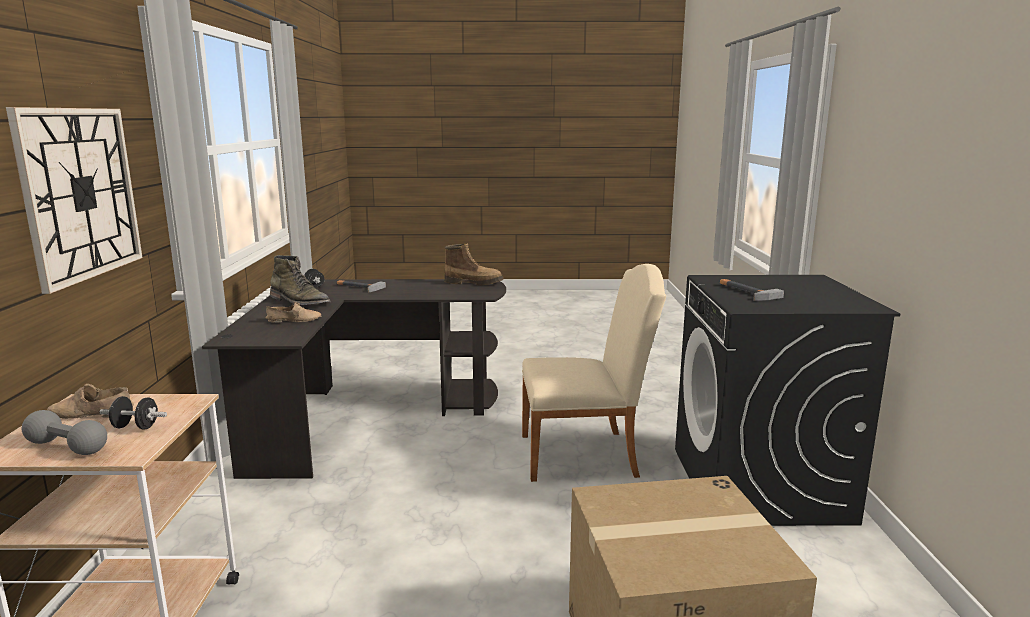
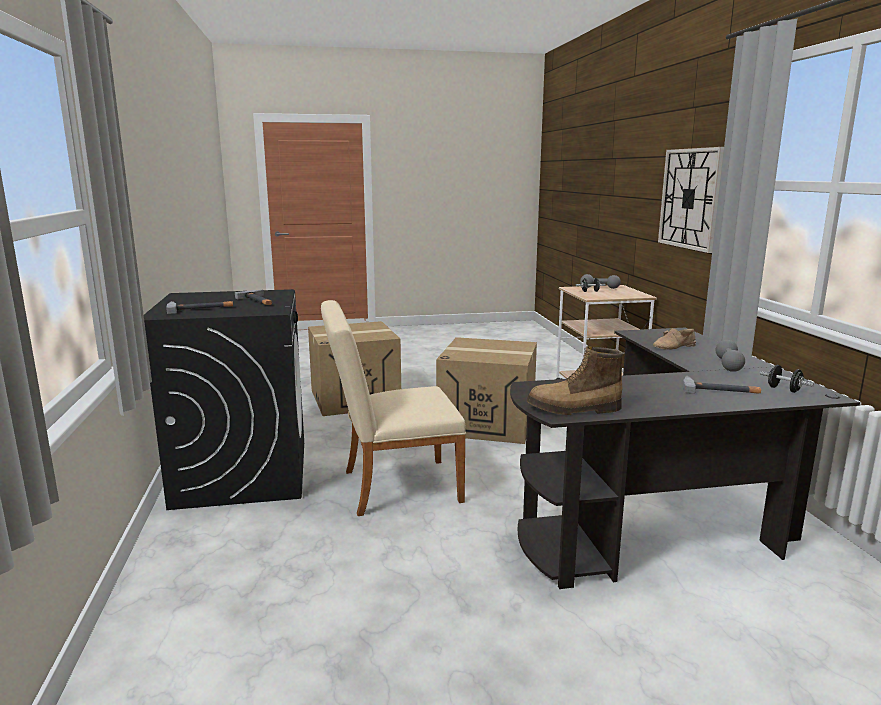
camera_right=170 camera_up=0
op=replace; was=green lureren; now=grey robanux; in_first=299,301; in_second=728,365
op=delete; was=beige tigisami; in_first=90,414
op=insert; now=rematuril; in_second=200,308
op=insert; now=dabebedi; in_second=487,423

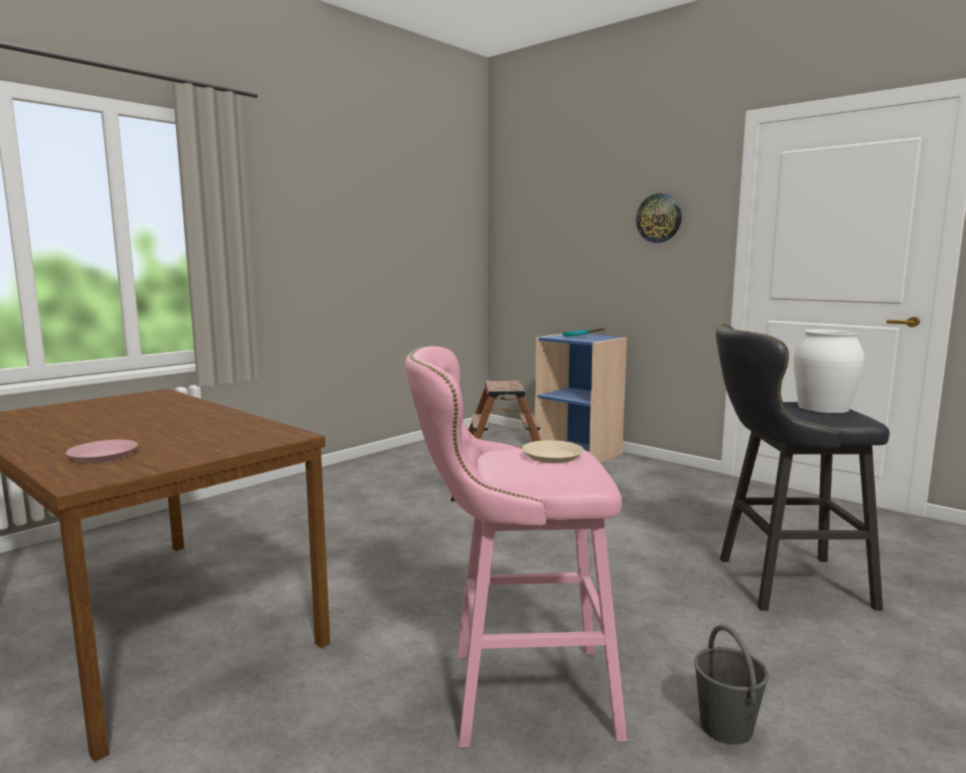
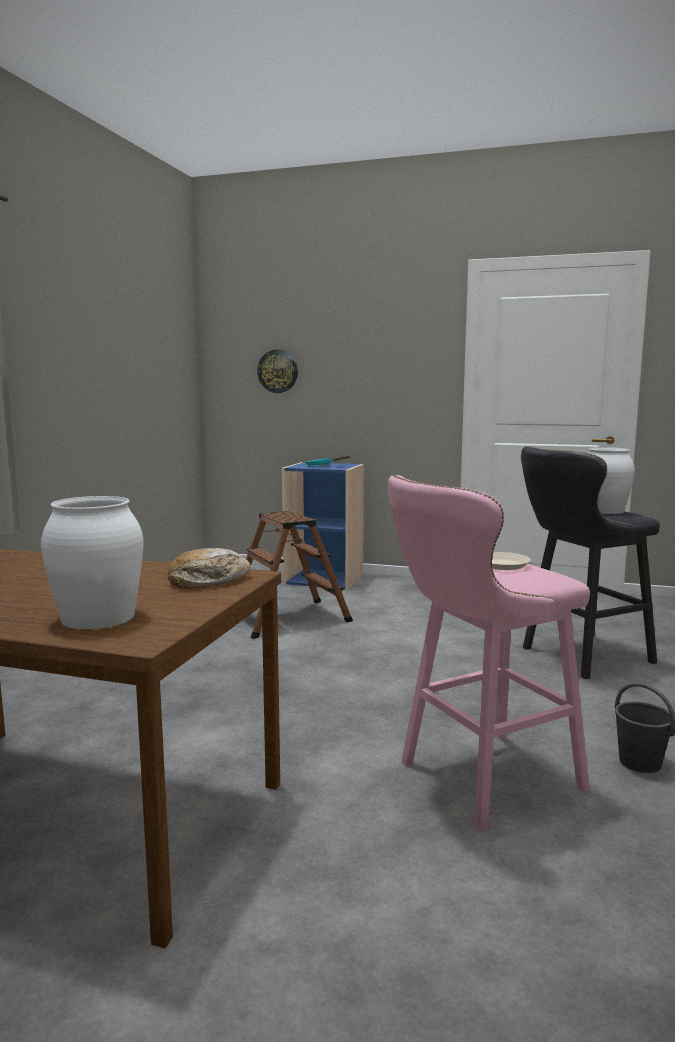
camera_right=-25 camera_up=0
op=move; was=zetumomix; in_first=659,218; in_second=278,371
op=replace; was=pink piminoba; now=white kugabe; in_first=102,456; in_second=97,617
op=insert; now=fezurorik; in_second=208,581

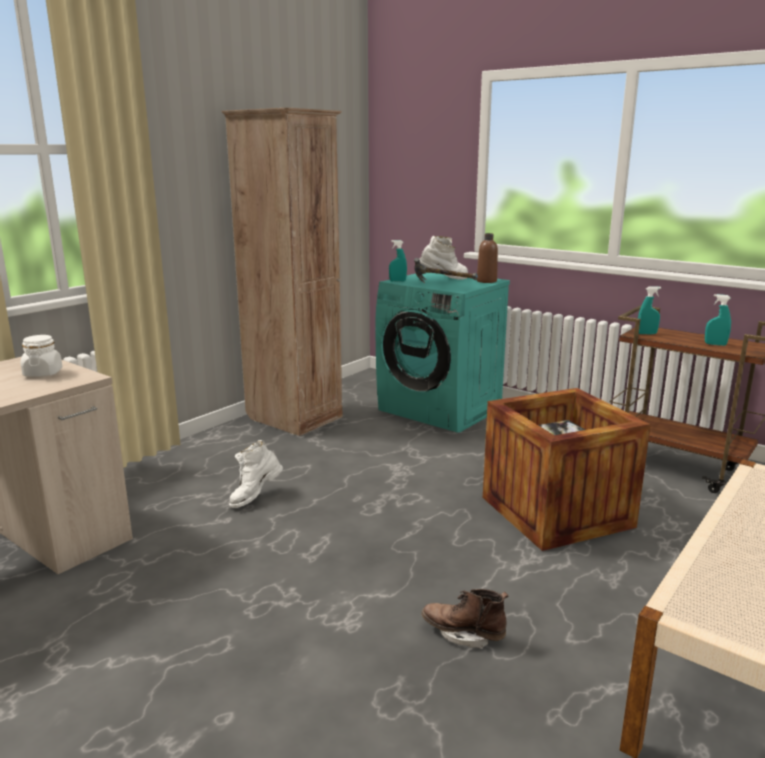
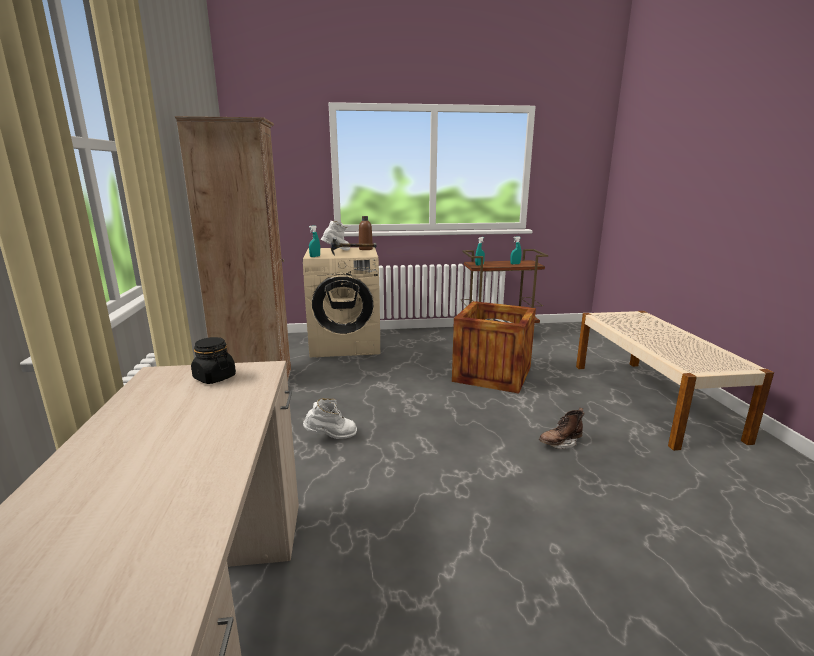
camera_right=-45 camera_up=0
op=recolor; was=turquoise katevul; now=beige katevul; in_first=440,412; in_second=345,347
op=recolor; was=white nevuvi; now=black nevuvi; in_first=43,373; in_second=214,377
op=rotate; was=white lureren; in_first=255,497; in_second=331,437; clockwise=-105

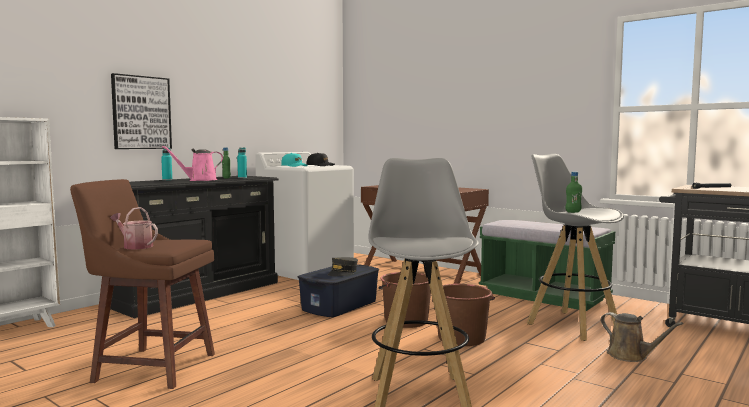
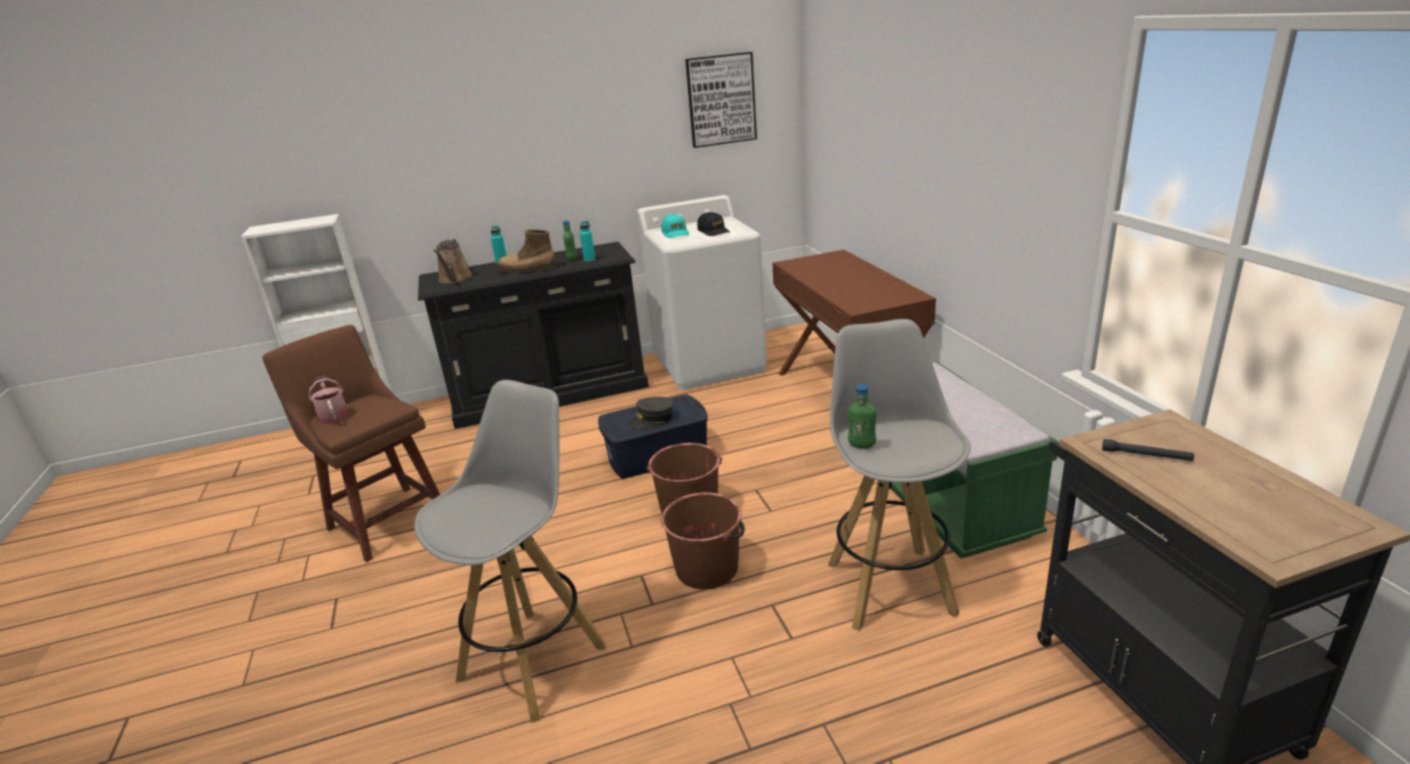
camera_right=35 camera_up=20
op=move; was=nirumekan; in_first=141,112; in_second=721,100
op=replace; was=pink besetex; now=lureren; in_first=200,180; in_second=527,270
op=move; was=brown besetex; in_first=630,356; in_second=455,279

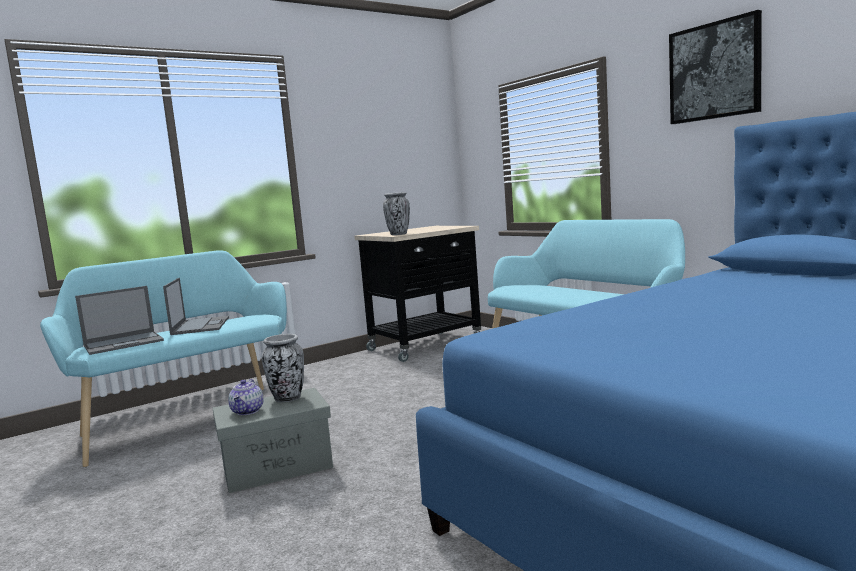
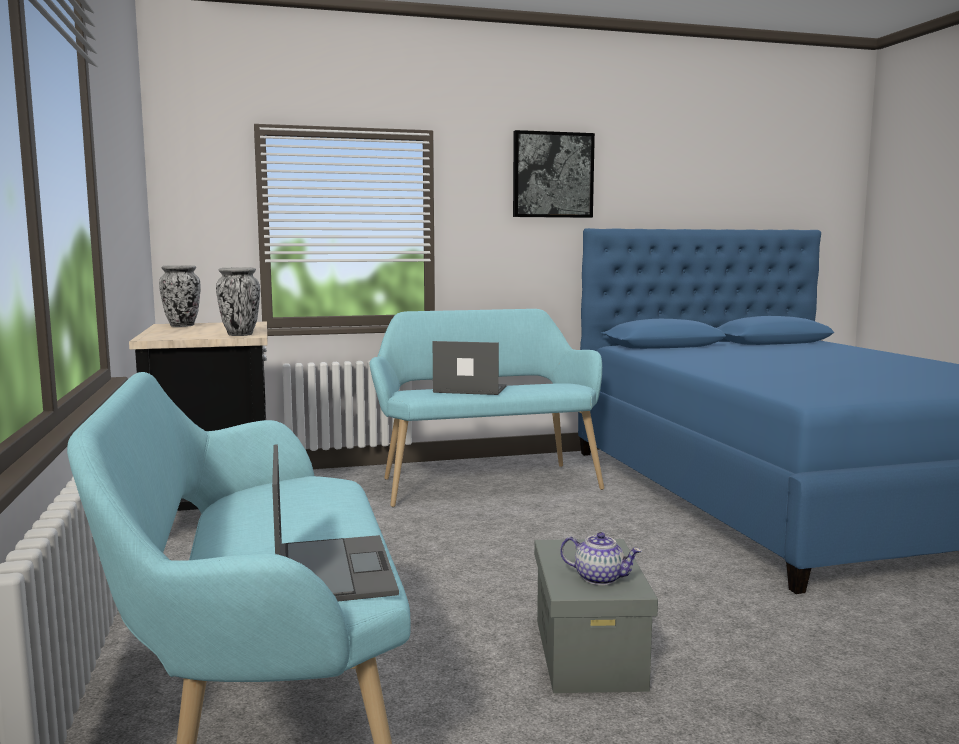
camera_right=-70 camera_up=0
op=move; was=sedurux; in_first=200,325; in_second=469,389
op=move; was=kugabe; in_first=287,398; in_second=182,325

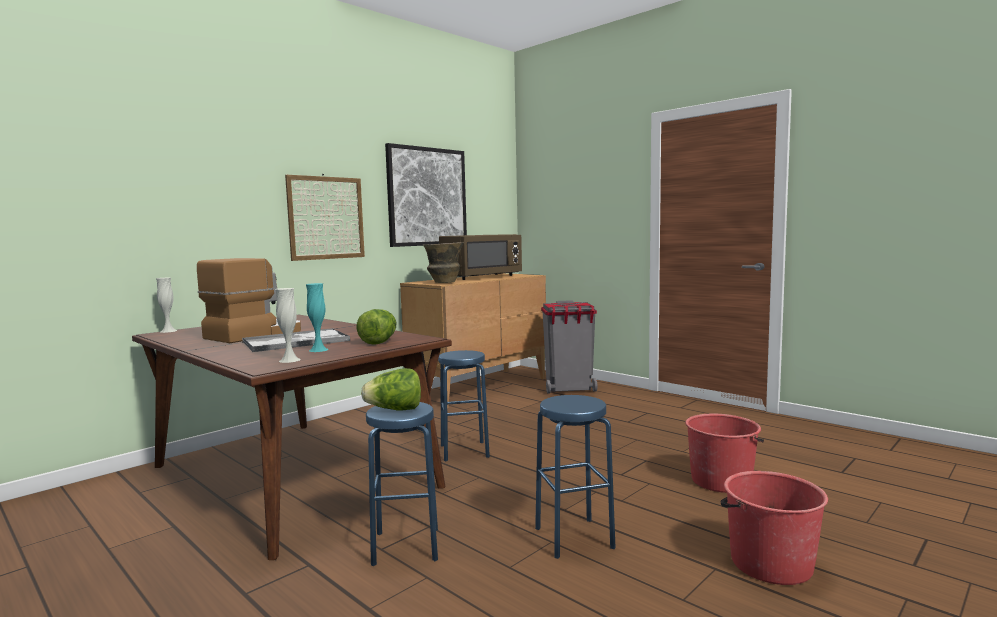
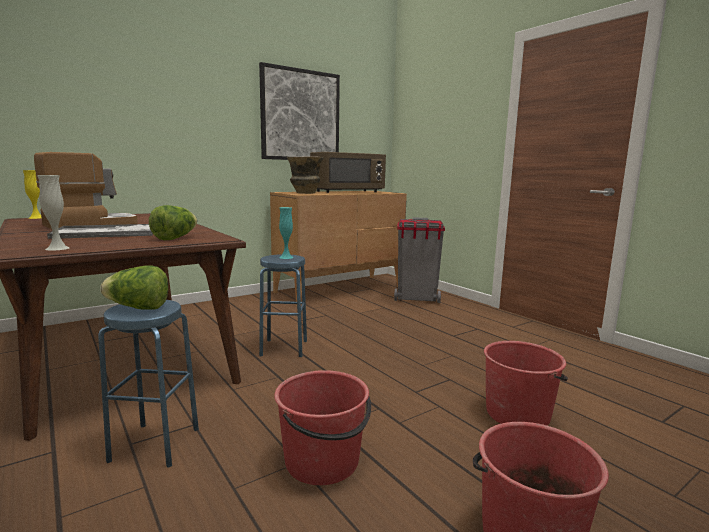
camera_right=10 camera_up=5
op=delete; was=nirumekan; in_first=326,216
op=recolor; was=white kugabe; now=yellow kugabe; in_first=168,331; in_second=36,217
op=move; was=turquoise kugabe; in_first=318,350; in_second=286,257
op=replace; was=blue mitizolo; now=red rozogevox; in_first=574,538; in_second=323,461

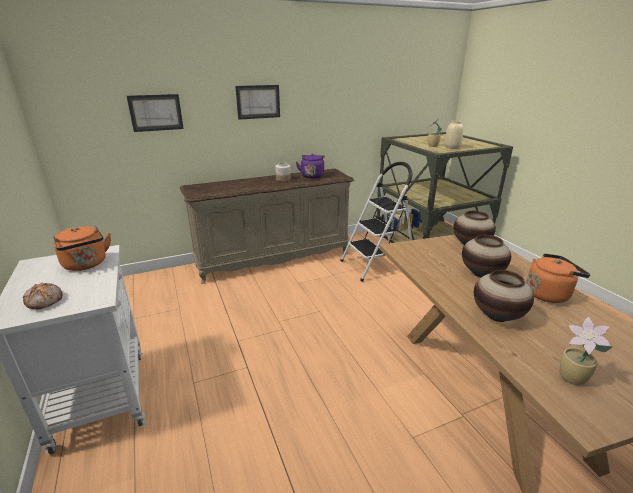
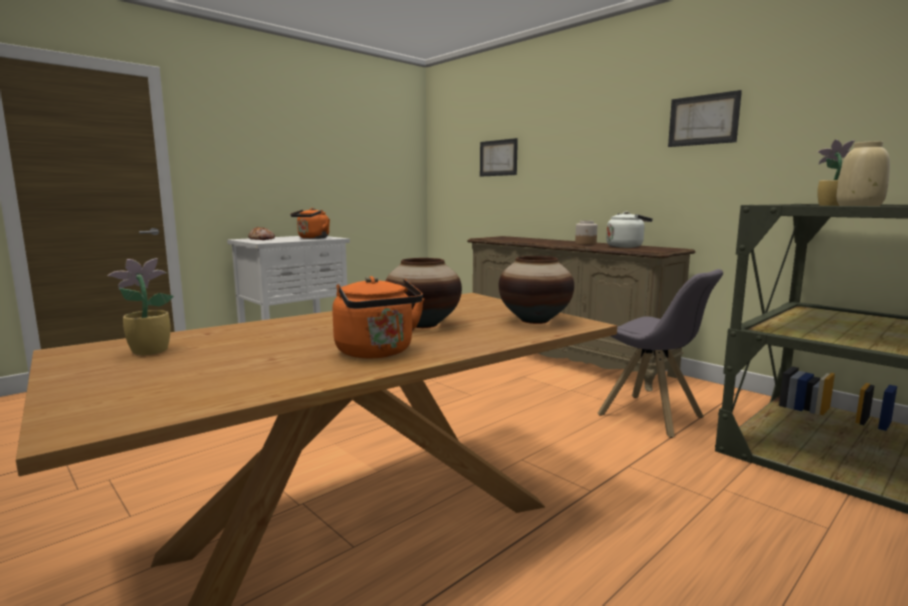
camera_right=70 camera_up=-15
op=move; was=nirumekan; in_first=258,102; in_second=703,120
op=recolor; was=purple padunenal; now=white padunenal; in_first=312,176; in_second=626,246
op=replace; was=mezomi; now=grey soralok; in_first=379,265; in_second=651,415
op=delete; was=kugabe; in_first=497,315

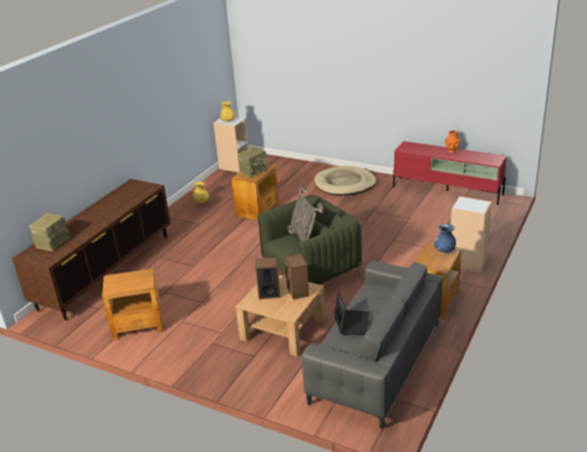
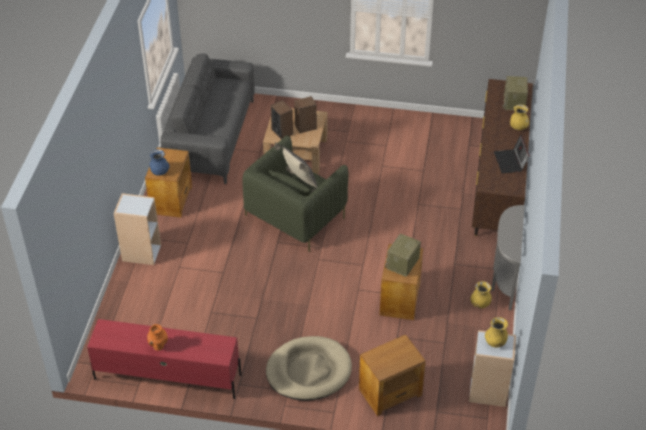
camera_right=160 camera_up=15
op=move; was=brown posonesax; in_first=137,325; in_second=391,392
op=move; was=sedurux; in_first=351,323; in_second=510,162
op=insert; now=yellow kugabe; in_second=518,127
op=insert; now=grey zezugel; in_second=503,281

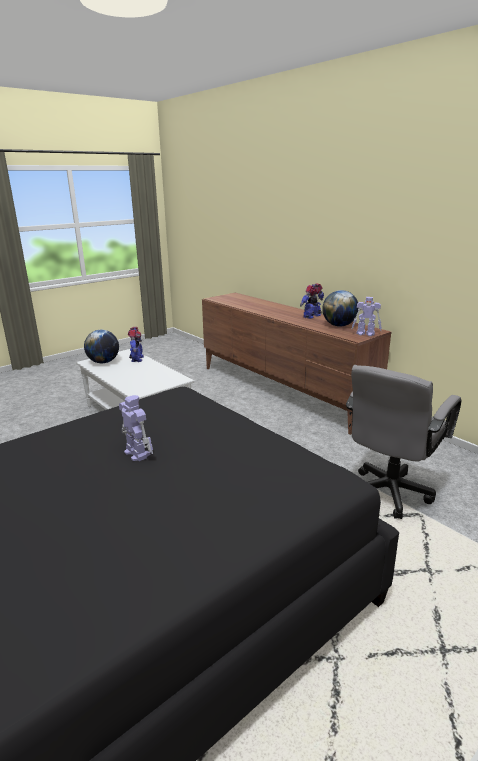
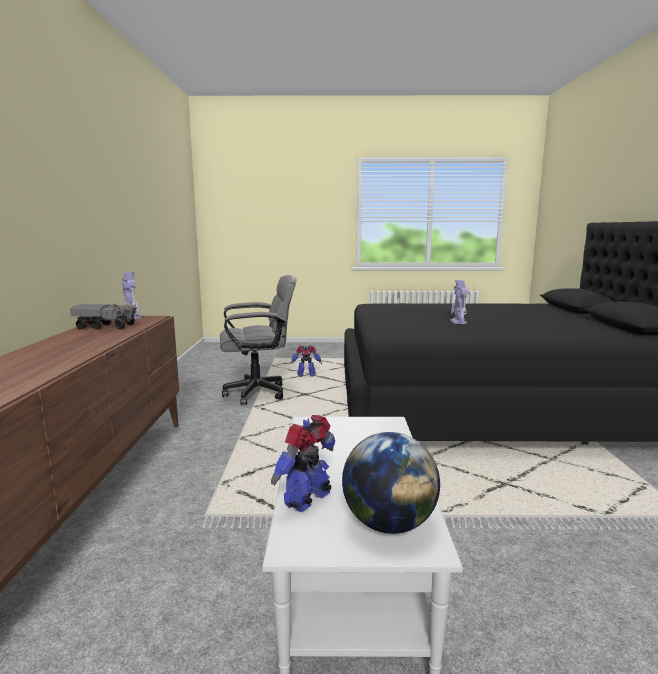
camera_right=-140 camera_up=-10
op=move; was=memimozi; in_first=312,316; in_second=306,375
op=replace; was=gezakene; now=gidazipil; in_first=339,325; in_second=106,327

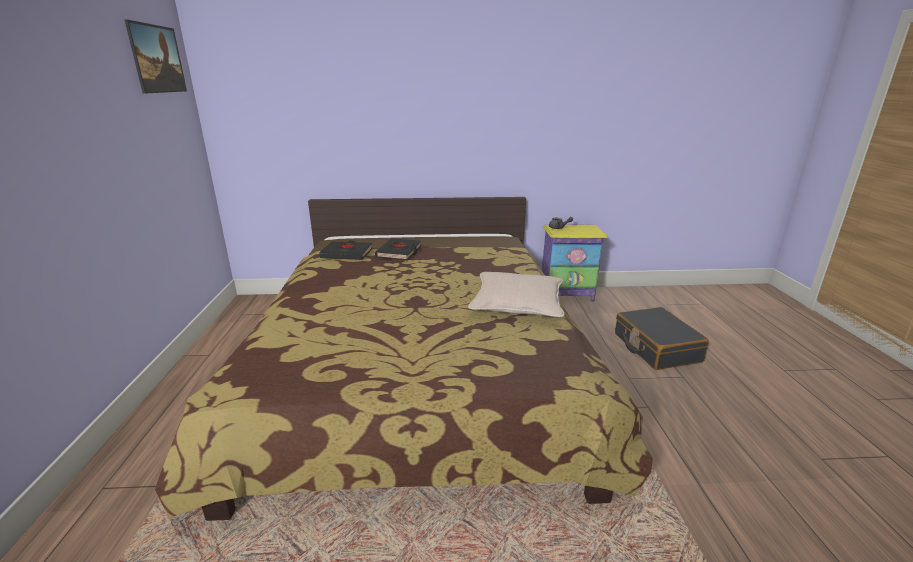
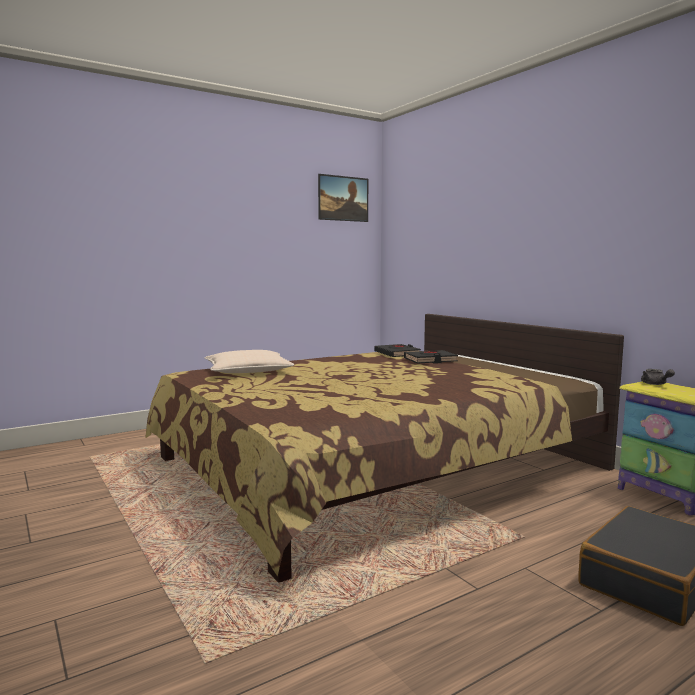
camera_right=60 camera_up=-15
op=move; was=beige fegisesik; in_first=517,302; in_second=248,370

